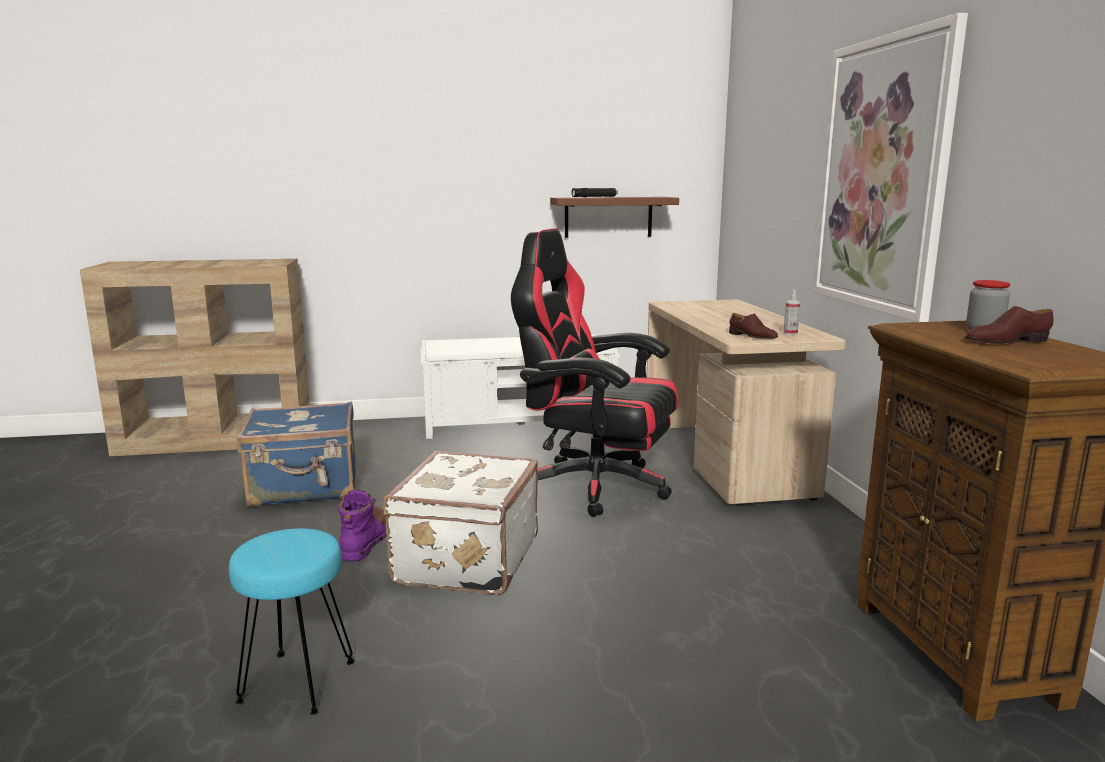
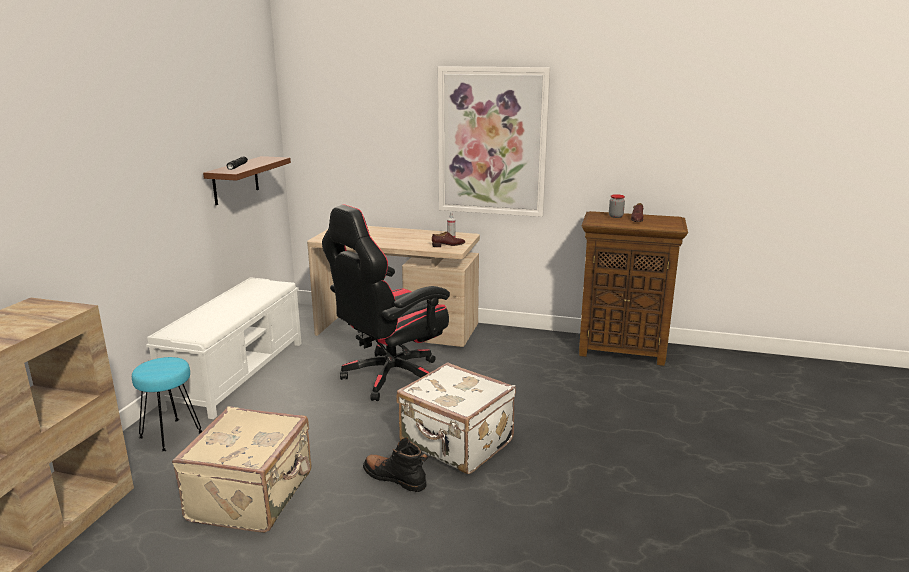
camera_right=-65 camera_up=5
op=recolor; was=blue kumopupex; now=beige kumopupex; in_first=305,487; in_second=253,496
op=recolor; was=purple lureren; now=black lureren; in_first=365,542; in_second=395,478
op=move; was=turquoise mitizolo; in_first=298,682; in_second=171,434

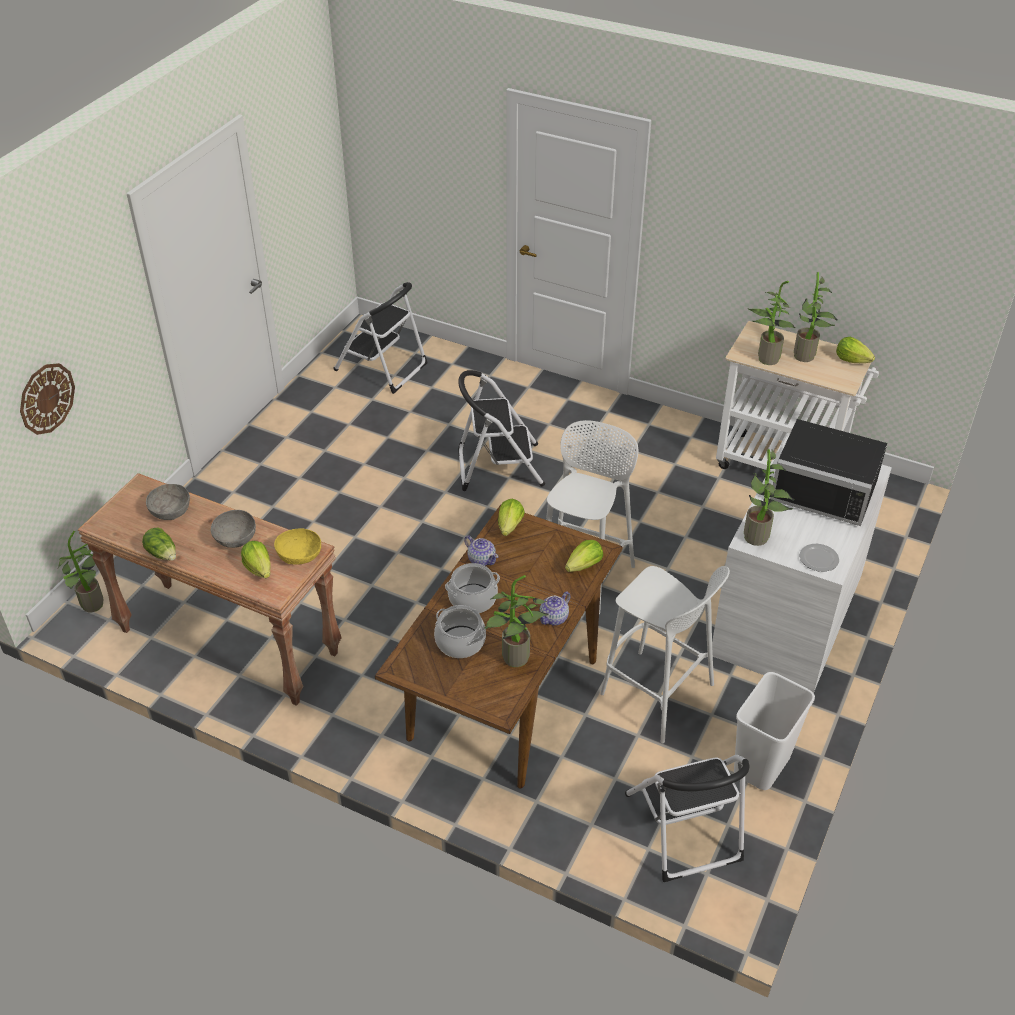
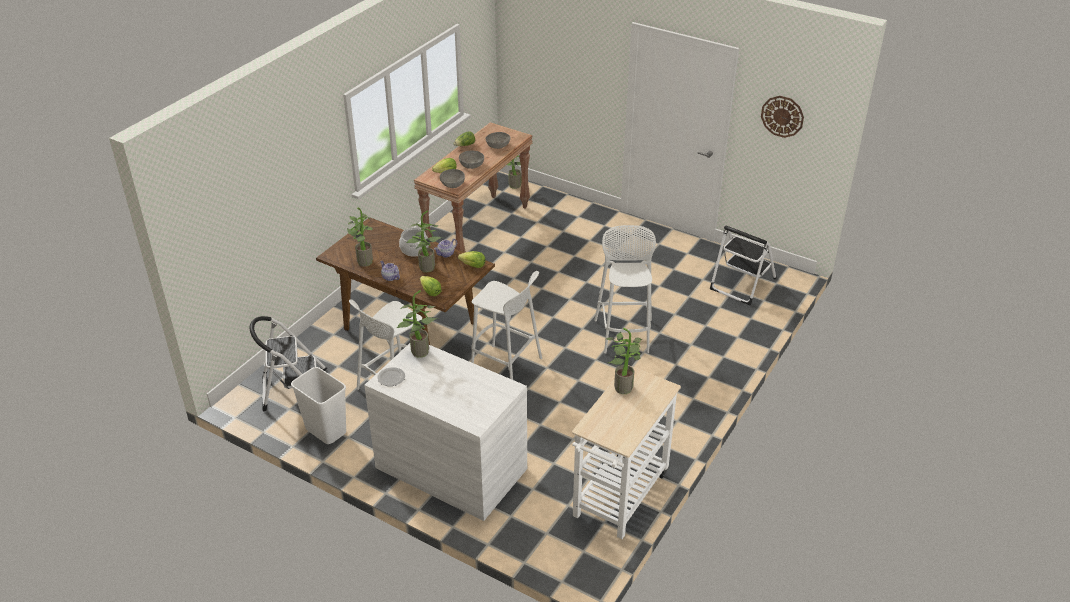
camera_right=95 camera_up=-5
op=move; was=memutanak; in_first=807,357; in_second=425,269
op=delete; was=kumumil; in_first=851,360
op=move; was=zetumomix; in_first=46,398; in_second=782,116
op=replace; was=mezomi; now=white mitizolo; in_first=497,467; in_second=624,335
op=delete; was=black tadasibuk; in_first=826,487
op=recolor; was=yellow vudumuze; now=grey vudumuze; in_first=300,556; in_second=452,184
op=delete; was=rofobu; in_first=460,642

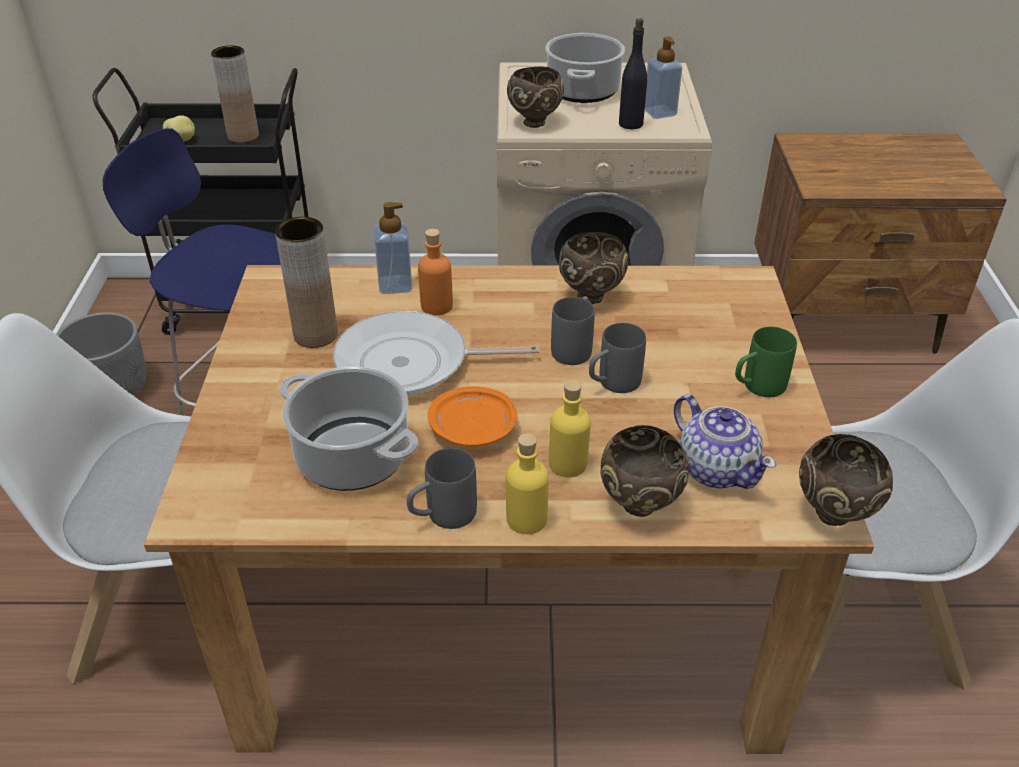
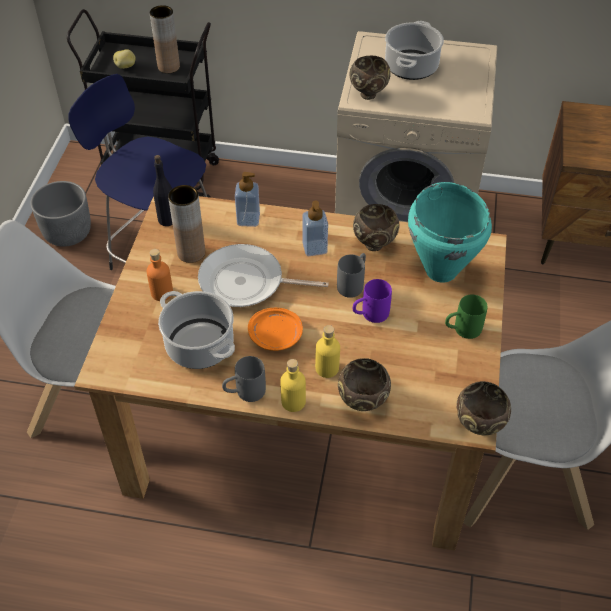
camera_right=10 camera_up=10
op=move; was=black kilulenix; in_first=630,124; in_second=167,219
op=move; was=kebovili; in_first=659,112; in_second=314,248
op=move; was=orange kilulenix; in_first=436,306; in_second=162,293
op=recolor; was=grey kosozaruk; now=purple kosozaruk; in_first=612,384; in_second=369,315
op=delete; was=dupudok; in_first=716,468
op=insert; now=turquoise rofobu; in_second=441,270

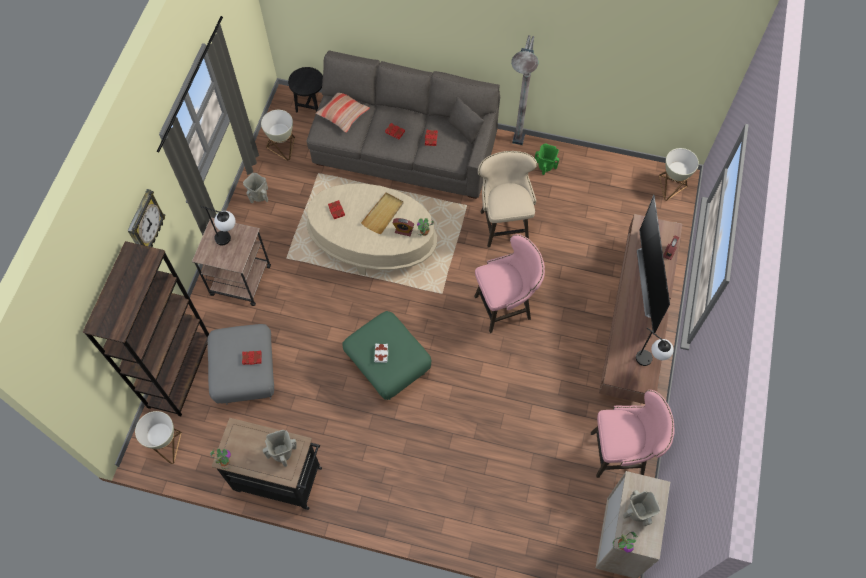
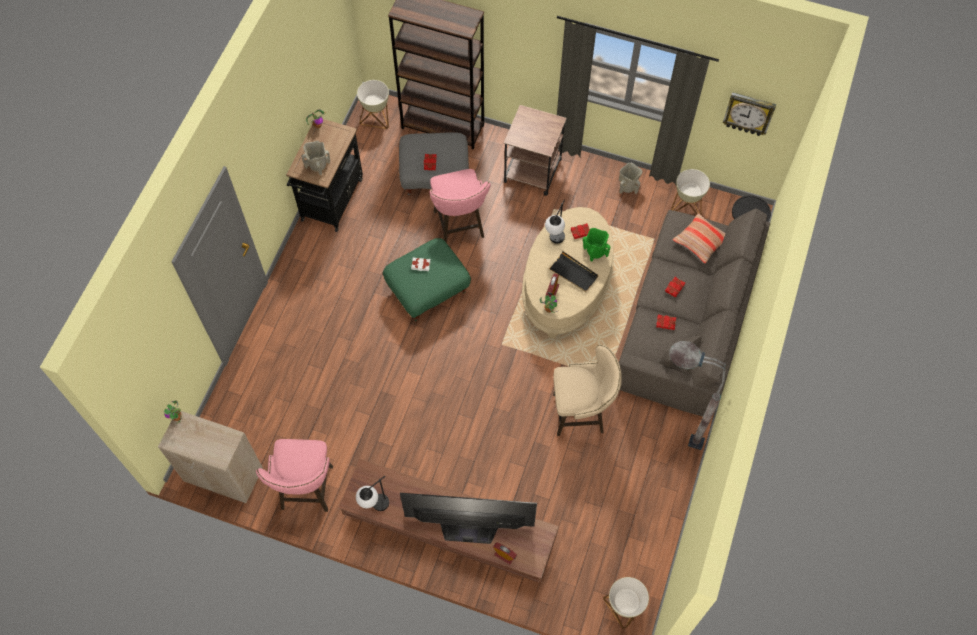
camera_right=95 camera_up=0
op=move; was=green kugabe; in_first=545,167; in_second=594,252
op=move; was=zetumomix; in_first=145,224; in_second=748,113
op=recolor; was=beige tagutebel; now=black tagutebel; in_first=383,214; in_second=573,273
op=move; was=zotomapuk; in_first=229,240; in_second=554,242
op=move; was=pink mitizolo; in_first=505,307; in_second=459,226
op=delete; was=beige kugabe; in_first=637,513

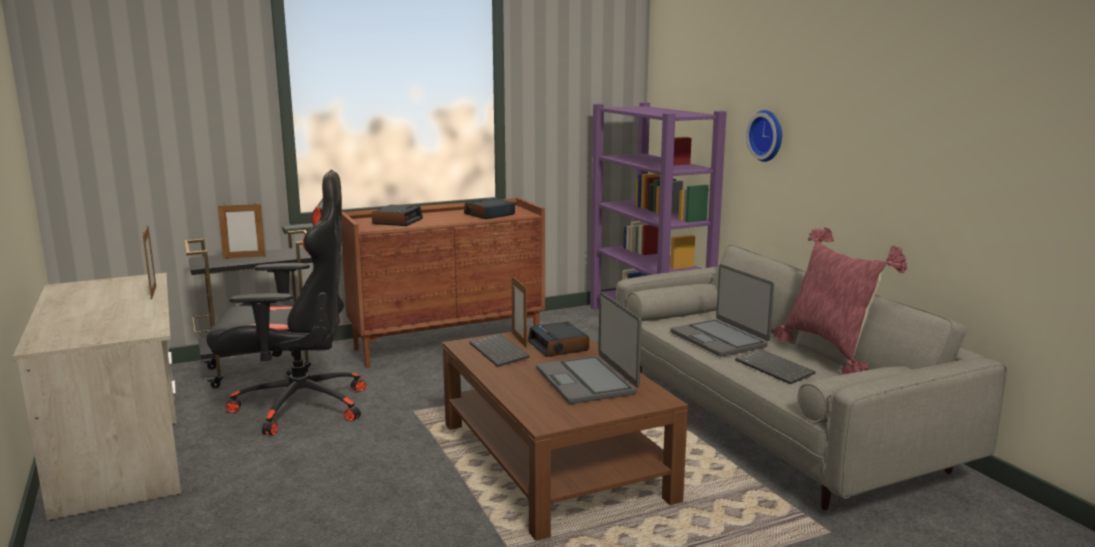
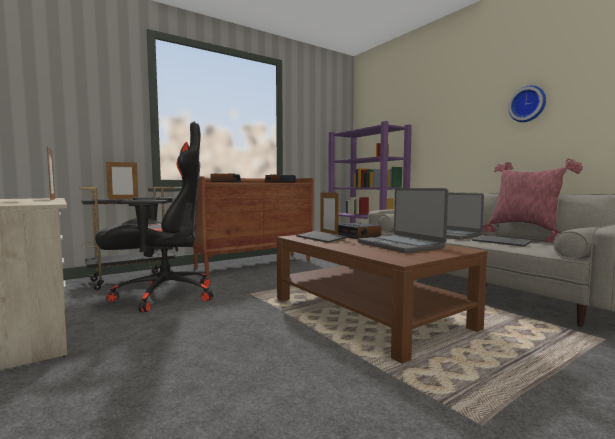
camera_right=-10 camera_up=-10
op=move; was=zetumomix; in_first=768,135; in_second=527,104

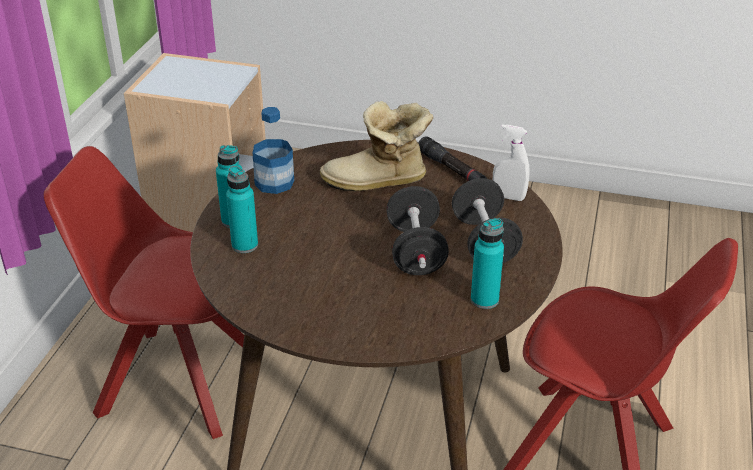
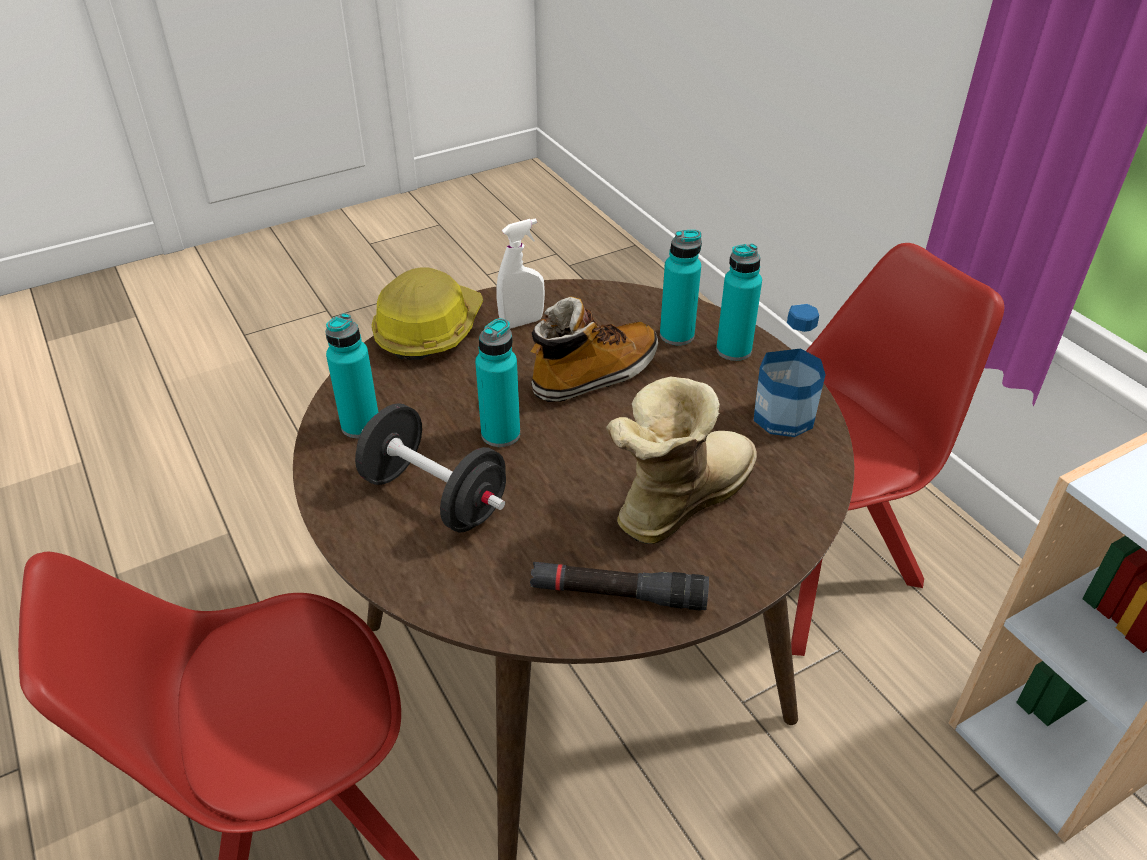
camera_right=135 camera_up=5
op=move; was=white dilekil; in_first=508,197; in_second=522,322
op=replace; was=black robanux; now=turquoise kilulenix; in_first=416,251; in_second=500,434
op=insert; now=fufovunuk; in_second=428,330
op=insert; now=lureren; in_second=595,375

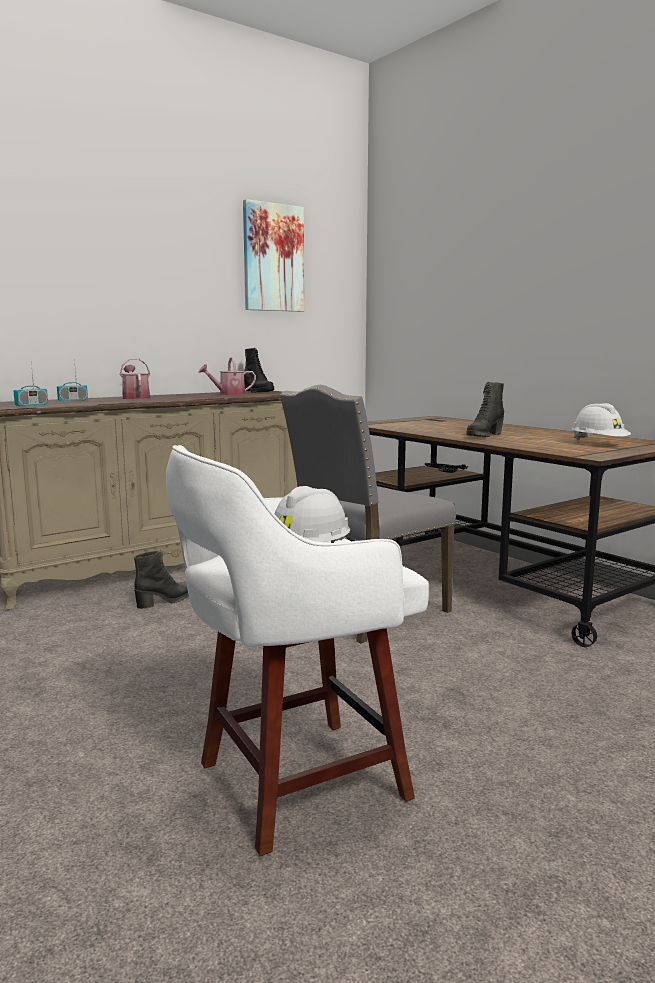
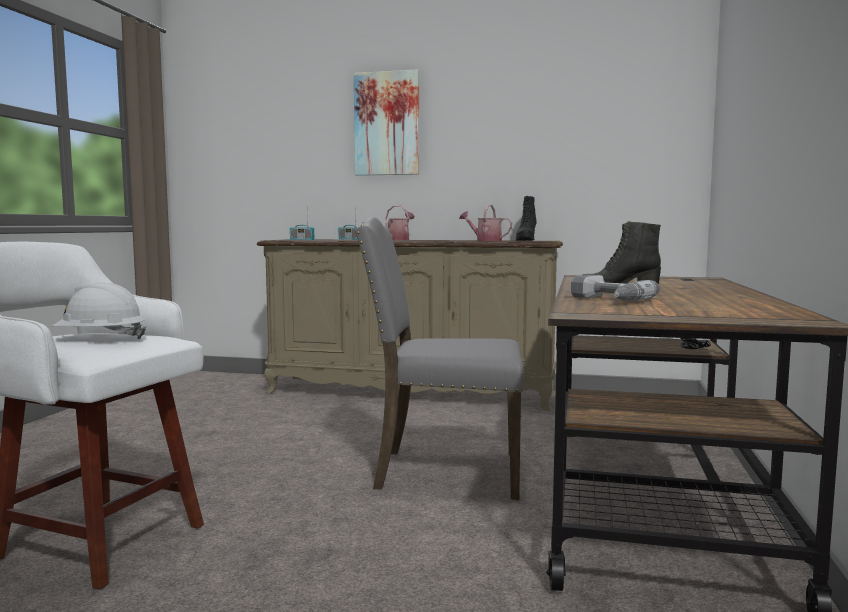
camera_right=50 camera_up=-5
op=move; was=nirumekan; in_first=273,258; in_second=387,124
op=delete; was=white fufovunuk; in_first=599,443
op=delete; was=black lureren; in_first=165,601
op=insert; now=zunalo; in_second=607,300

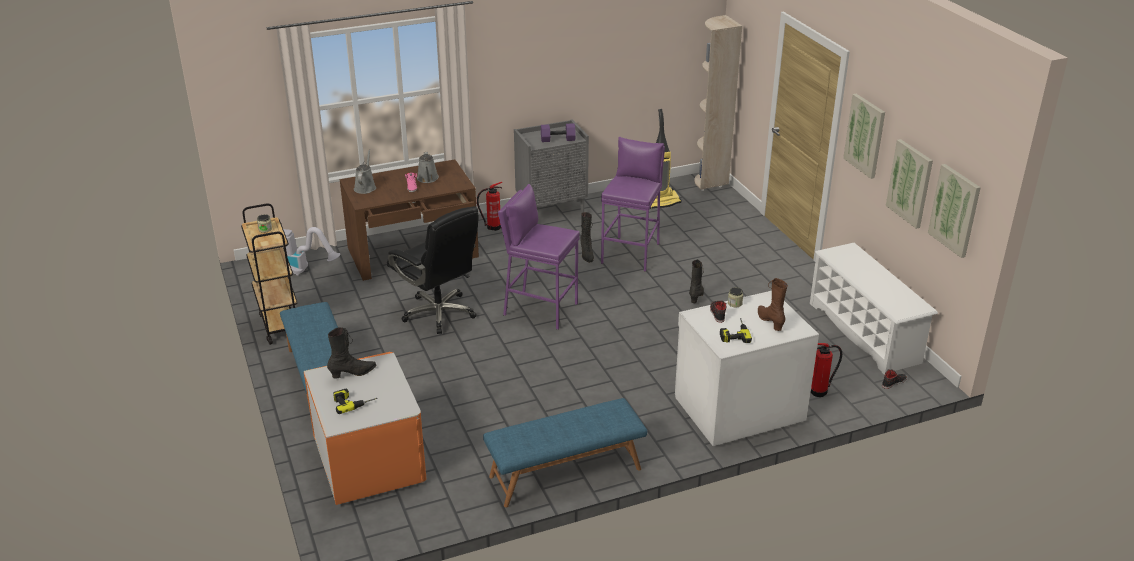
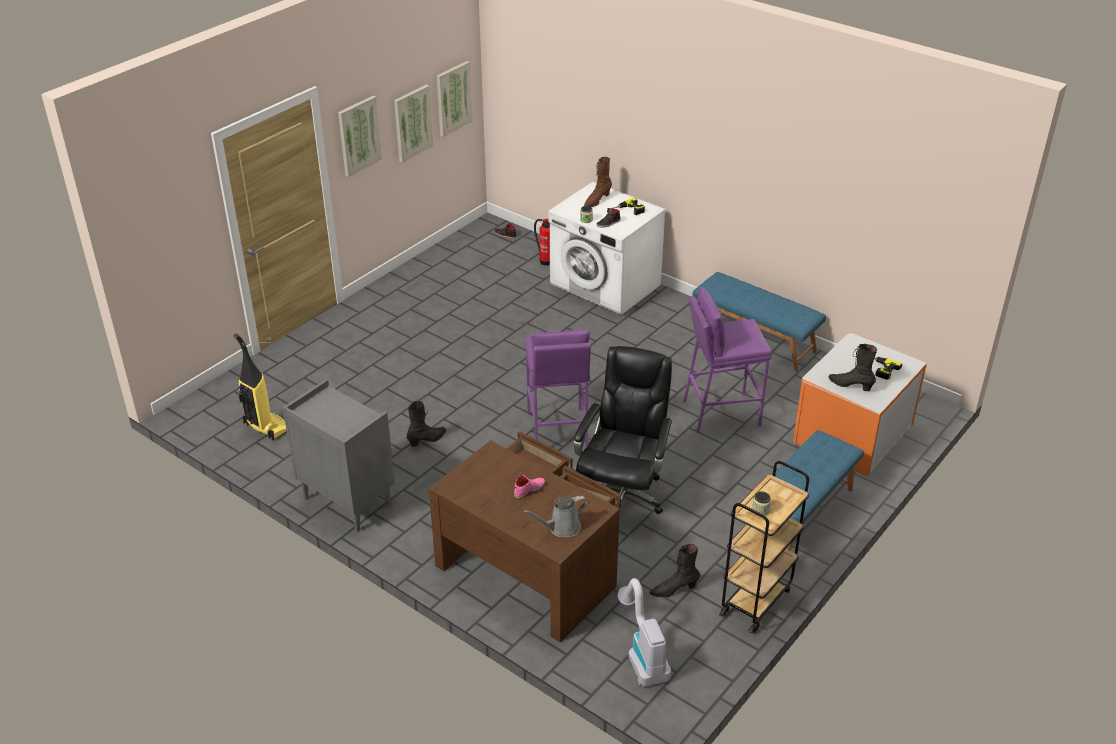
camera_right=-120 camera_up=5
op=delete; was=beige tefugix; in_first=708,184
op=delete; was=purple robanux; in_first=557,140
op=move; was=purple mitizolo; in_first=631,253; in_second=720,412
op=delete; was=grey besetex; in_first=428,179
op=delete; was=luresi; in_first=492,227
op=delete; was=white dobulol; in_first=864,333
op=move; was=black lureren; in_first=696,296; in_second=673,590

